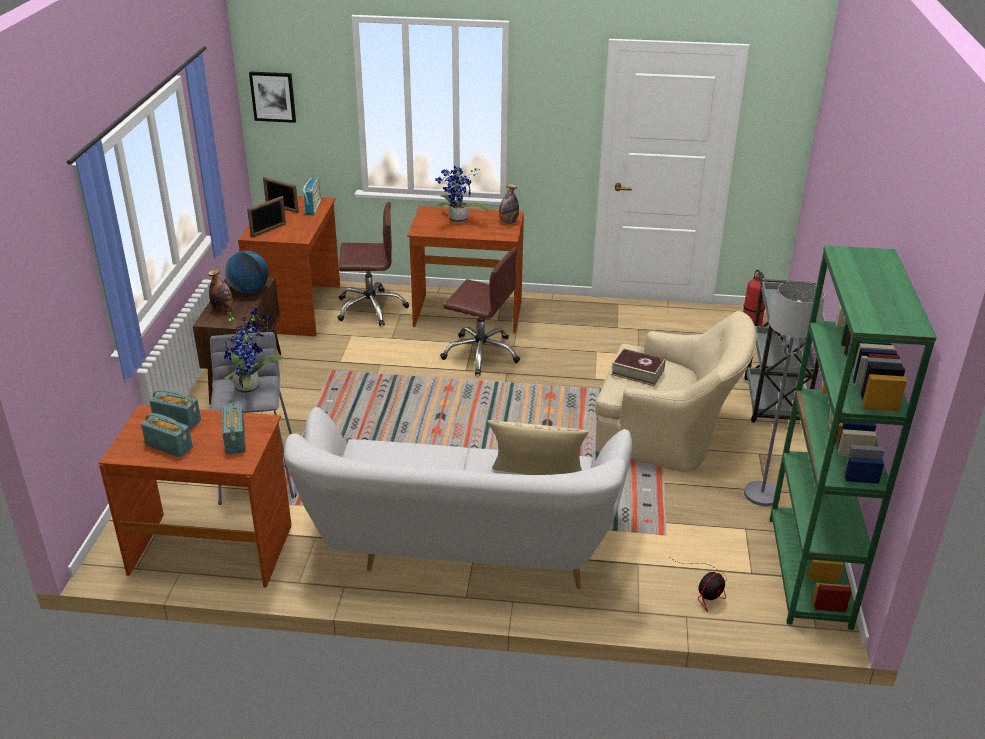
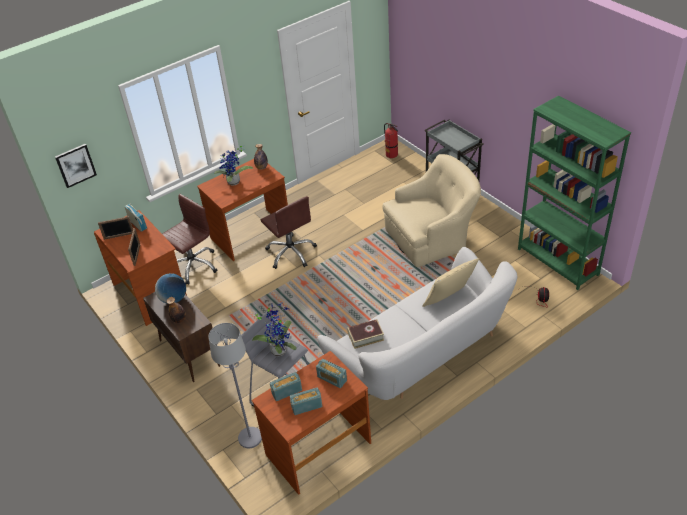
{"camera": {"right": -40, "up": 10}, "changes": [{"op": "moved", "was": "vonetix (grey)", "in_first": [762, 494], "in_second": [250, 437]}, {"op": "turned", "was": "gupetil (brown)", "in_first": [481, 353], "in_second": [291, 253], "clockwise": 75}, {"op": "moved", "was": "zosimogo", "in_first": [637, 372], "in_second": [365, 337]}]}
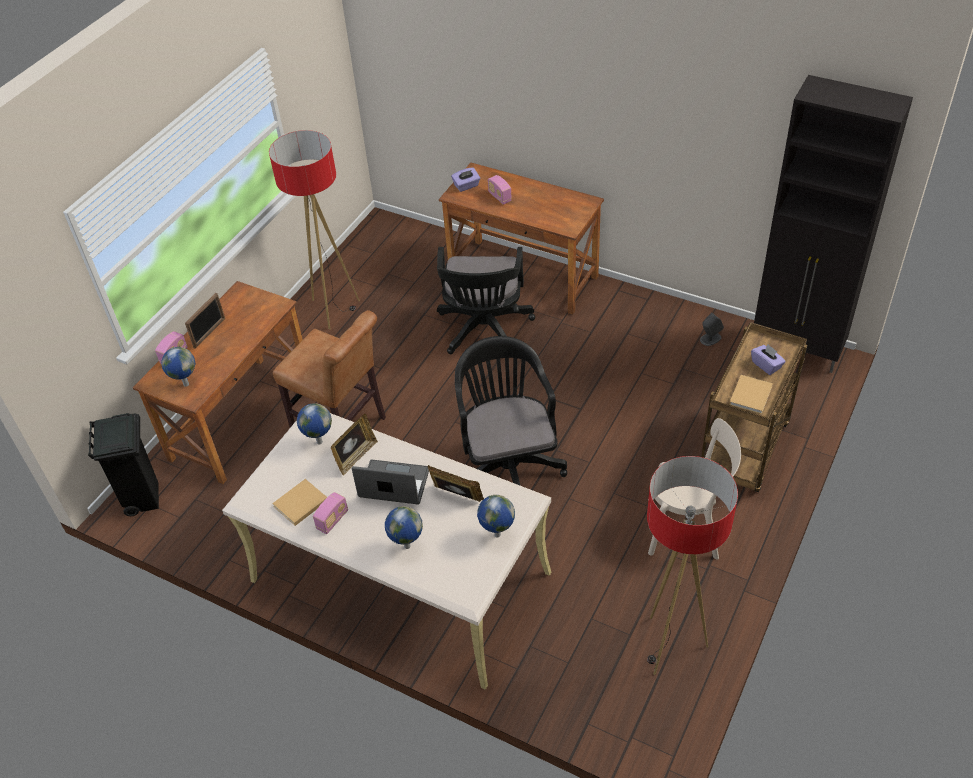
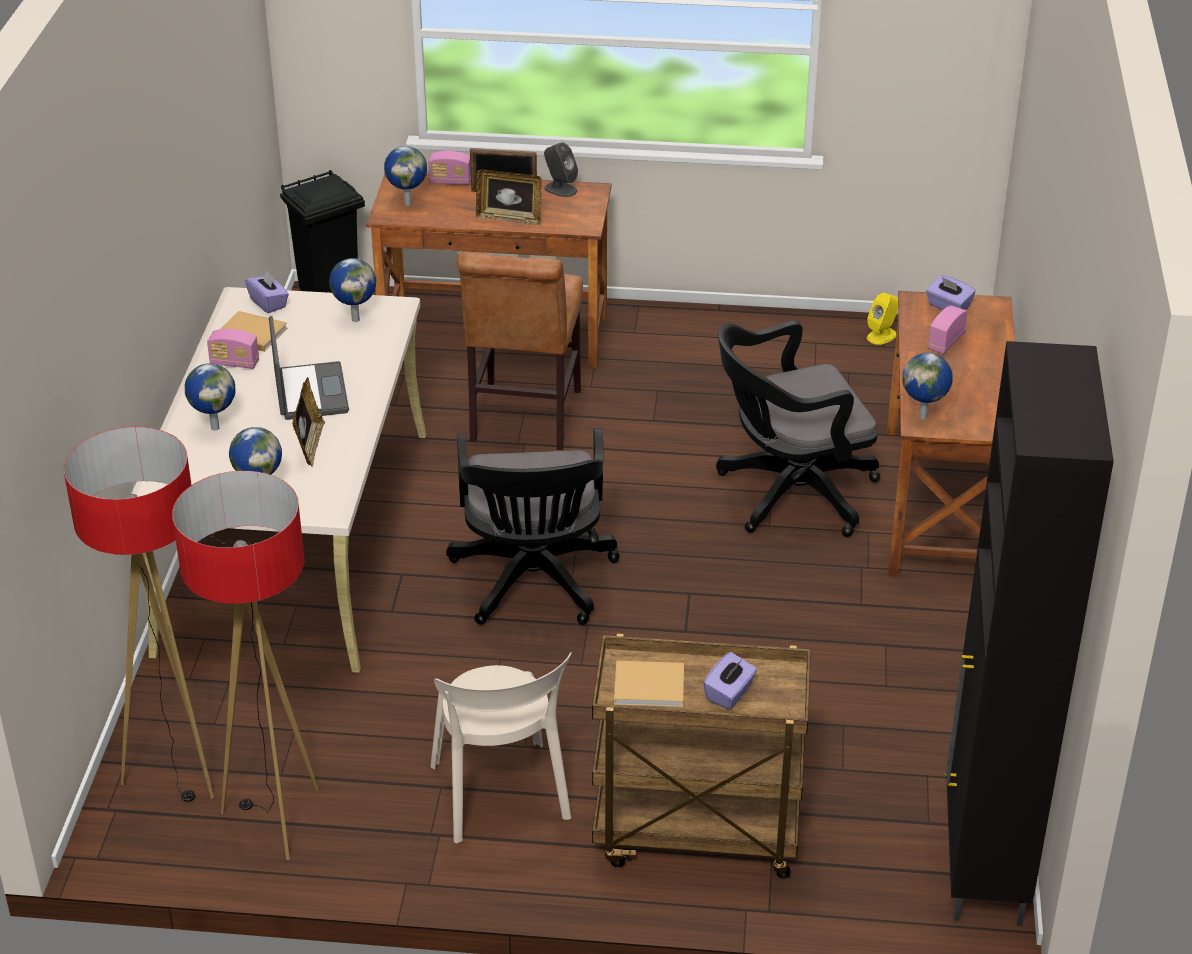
{"camera": {"right": 65, "up": -10}, "changes": [{"op": "moved", "was": "vonetix", "in_first": [334, 310], "in_second": [177, 772]}, {"op": "added", "now": "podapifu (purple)", "in_second": [268, 303]}, {"op": "turned", "was": "gupetil (black)", "in_first": [508, 465], "in_second": [533, 584], "clockwise": 120}, {"op": "moved", "was": "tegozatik", "in_first": [355, 456], "in_second": [509, 218]}, {"op": "moved", "was": "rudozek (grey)", "in_first": [710, 339], "in_second": [560, 189]}, {"op": "added", "now": "rudozek (yellow)", "in_second": [882, 336]}, {"op": "added", "now": "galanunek", "in_second": [924, 417]}]}
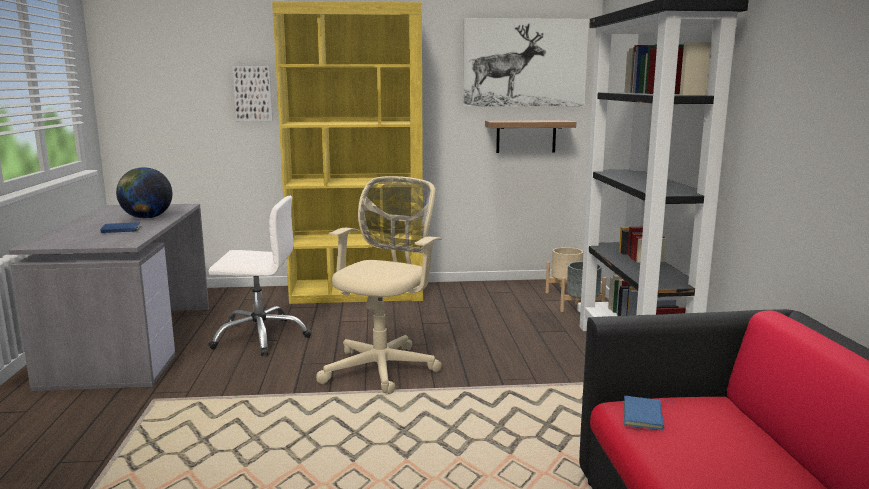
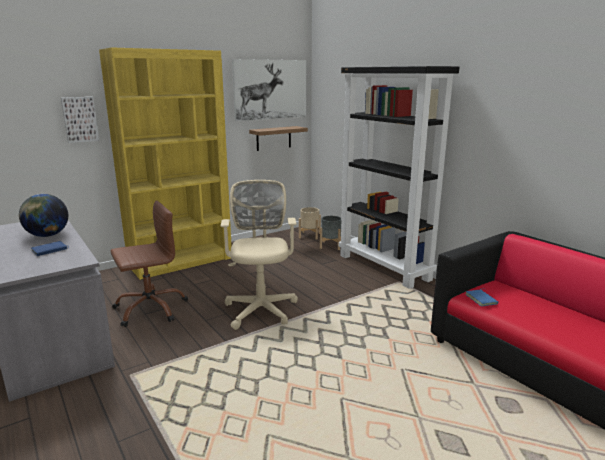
{"camera": {"right": -30, "up": 5}, "changes": [{"op": "recoloured", "was": "gupetil (white)", "now": "gupetil (brown)", "in_first": [260, 337], "in_second": [150, 308]}]}
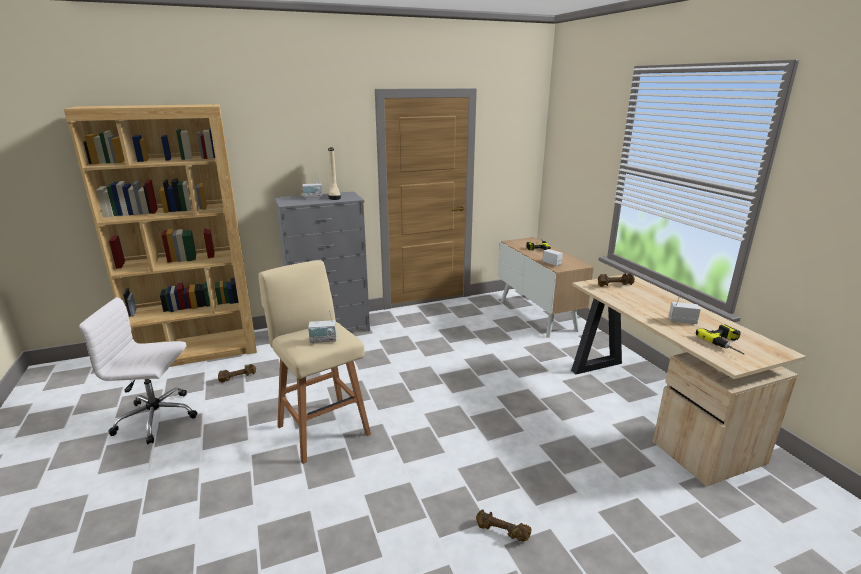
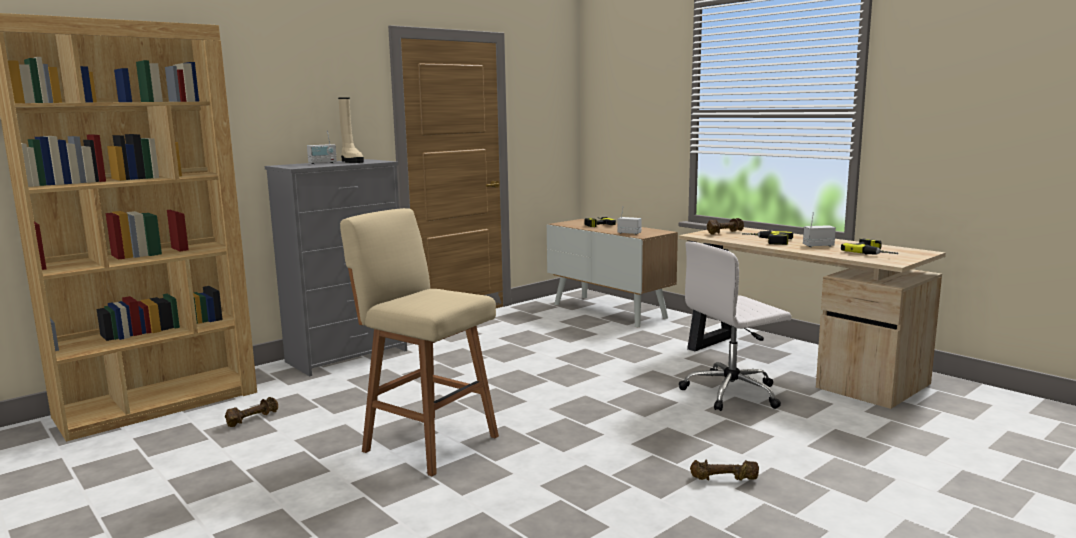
{"camera": {"right": -20, "up": -10}, "changes": [{"op": "moved", "was": "gupetil (white)", "in_first": [158, 418], "in_second": [733, 393]}, {"op": "added", "now": "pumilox", "in_second": [766, 241]}, {"op": "removed", "was": "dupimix", "in_first": [323, 340]}]}
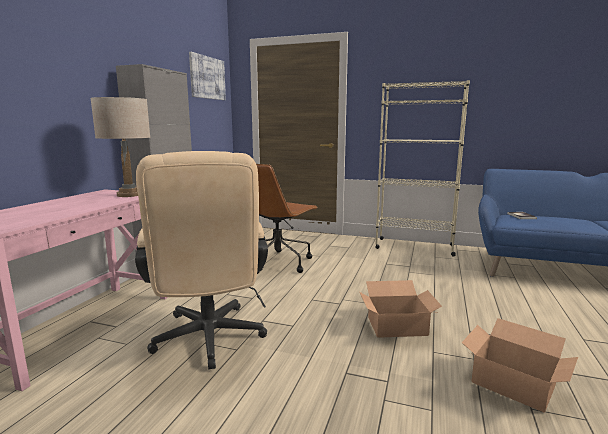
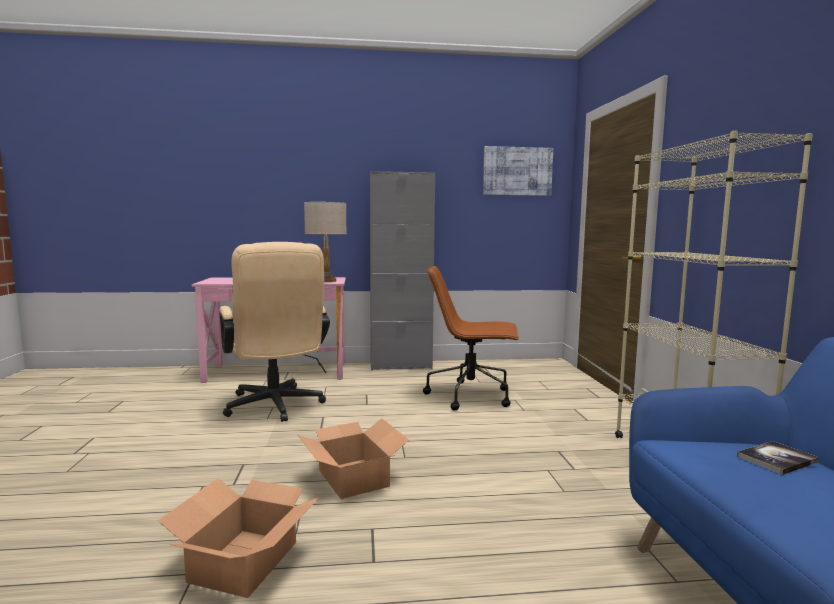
{"camera": {"right": 65, "up": -5}, "changes": [{"op": "turned", "was": "gupetil (beige)", "in_first": [209, 341], "in_second": [275, 407], "clockwise": -75}]}
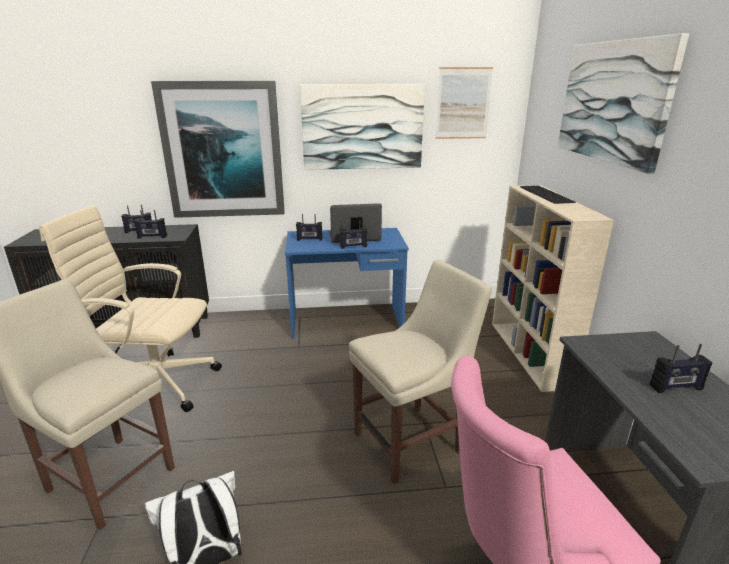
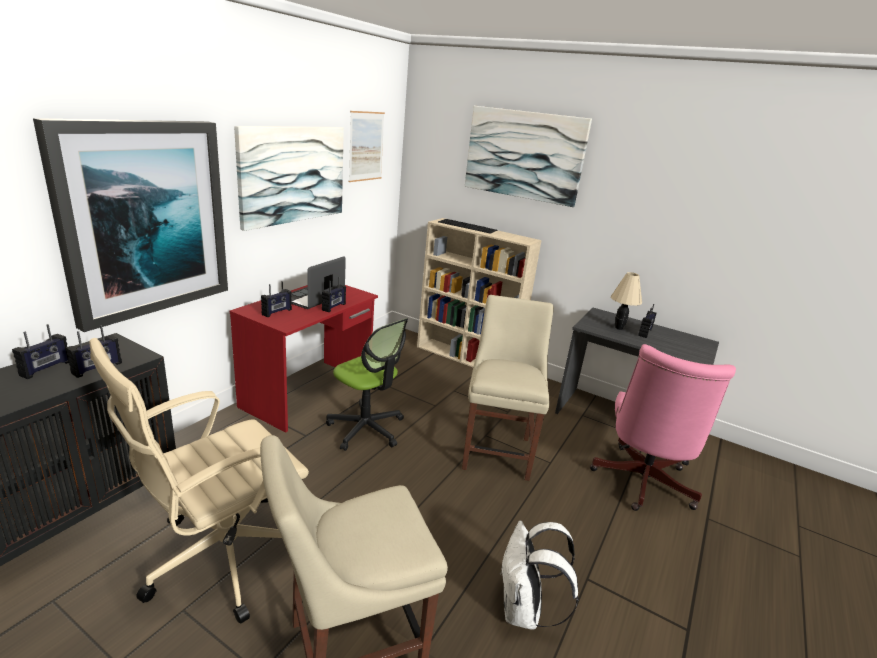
{"camera": {"right": -55, "up": 0}, "changes": [{"op": "recoloured", "was": "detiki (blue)", "now": "detiki (red)", "in_first": [346, 322], "in_second": [309, 393]}, {"op": "added", "now": "gupetil", "in_second": [366, 428]}, {"op": "added", "now": "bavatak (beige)", "in_second": [619, 328]}]}
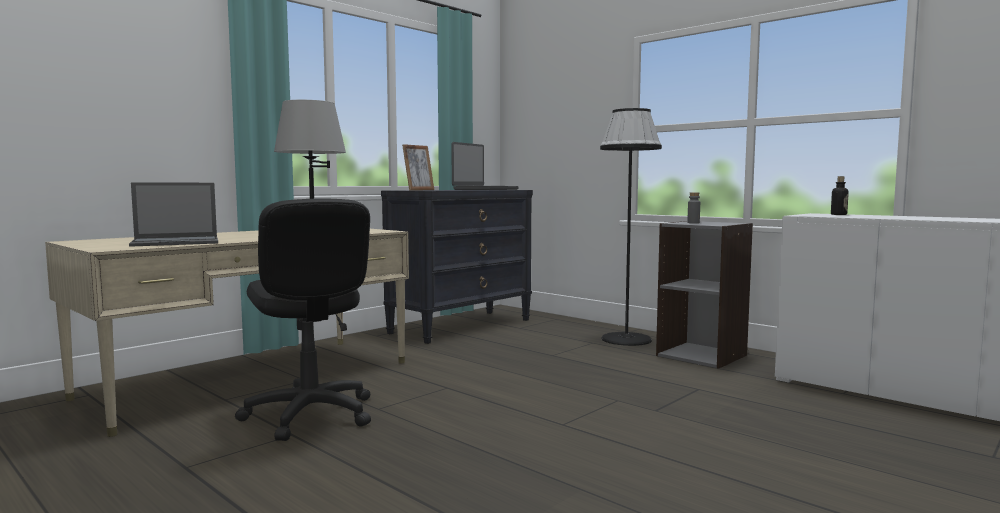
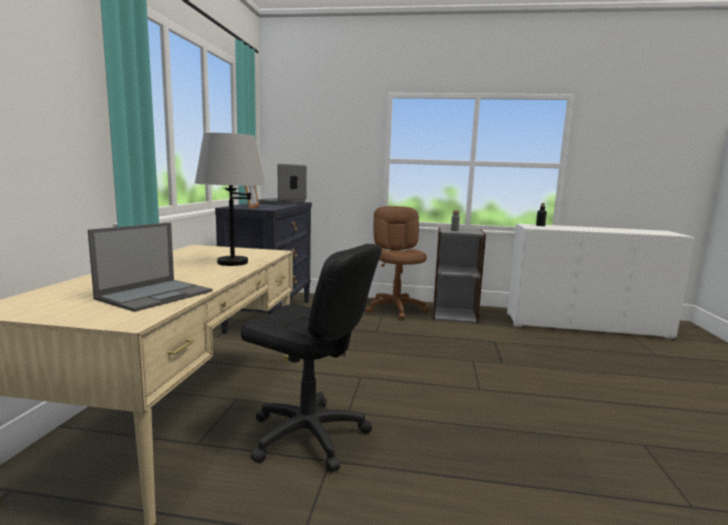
{"camera": {"right": -35, "up": 5}, "changes": [{"op": "turned", "was": "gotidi", "in_first": [485, 189], "in_second": [279, 202], "clockwise": -150}, {"op": "replaced", "was": "vonetix (black)", "now": "gupetil (brown)", "in_first": [626, 339], "in_second": [396, 309]}]}
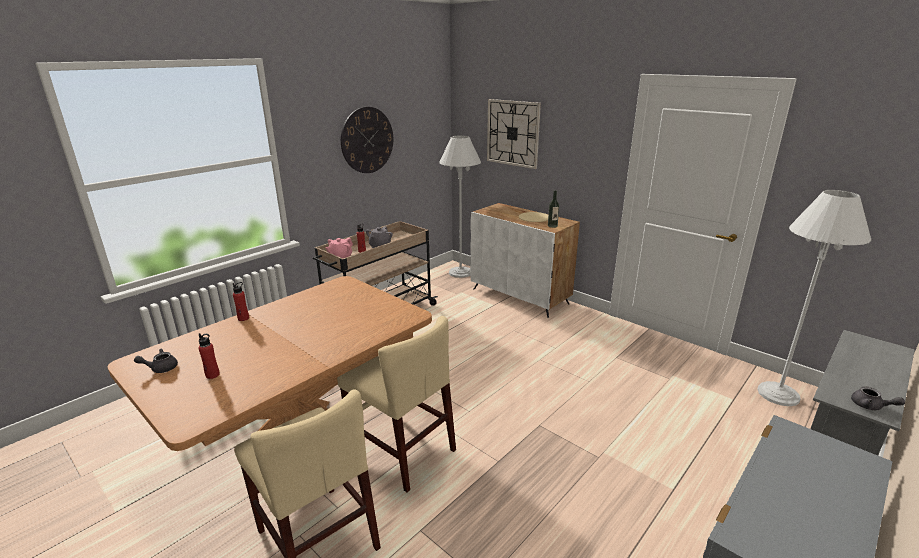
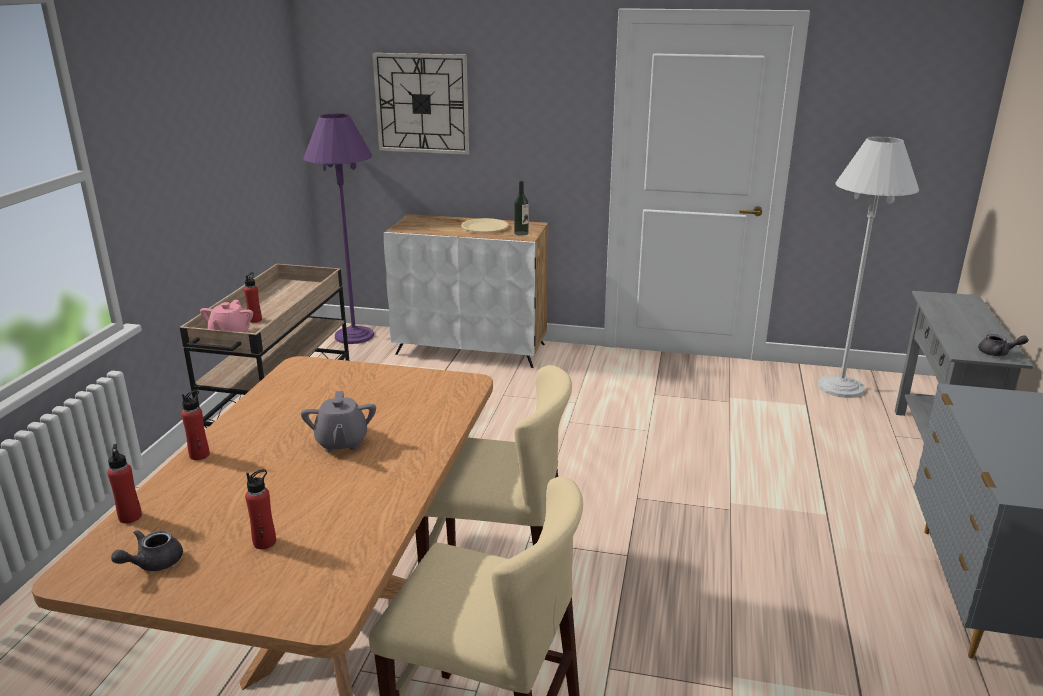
{"camera": {"right": -30, "up": 0}, "changes": [{"op": "added", "now": "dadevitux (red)", "in_second": [130, 517]}, {"op": "moved", "was": "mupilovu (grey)", "in_first": [380, 246], "in_second": [341, 442]}, {"op": "recoloured", "was": "vonetix (white)", "now": "vonetix (purple)", "in_first": [460, 272], "in_second": [354, 336]}, {"op": "removed", "was": "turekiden", "in_first": [367, 140]}]}
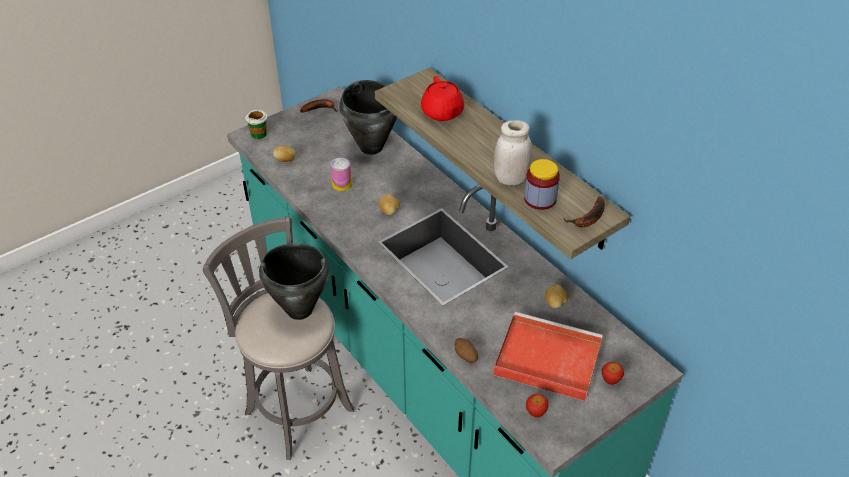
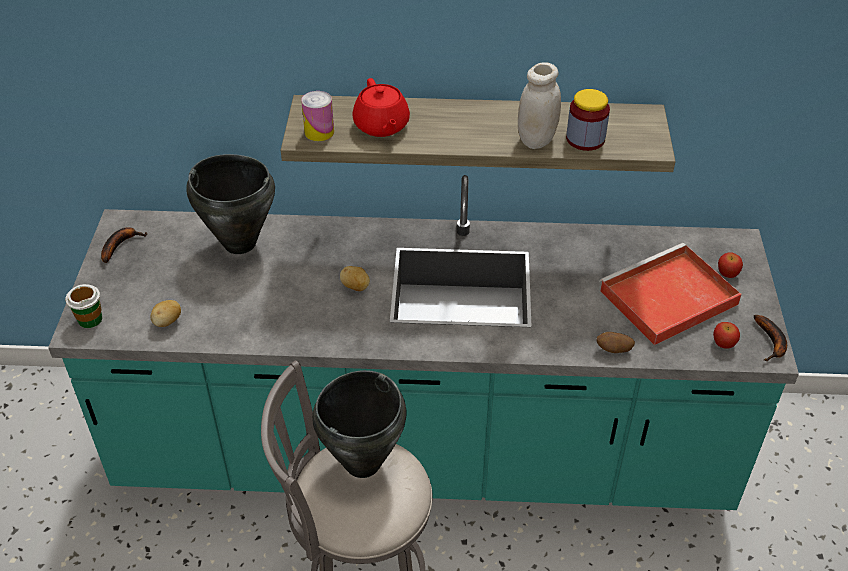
{"camera": {"right": -50, "up": 0}, "changes": [{"op": "moved", "was": "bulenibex", "in_first": [342, 184], "in_second": [319, 132]}, {"op": "turned", "was": "mupilovu (red)", "in_first": [442, 113], "in_second": [381, 126], "clockwise": 45}, {"op": "moved", "was": "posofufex", "in_first": [588, 218], "in_second": [771, 343]}, {"op": "removed", "was": "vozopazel", "in_first": [555, 303]}]}
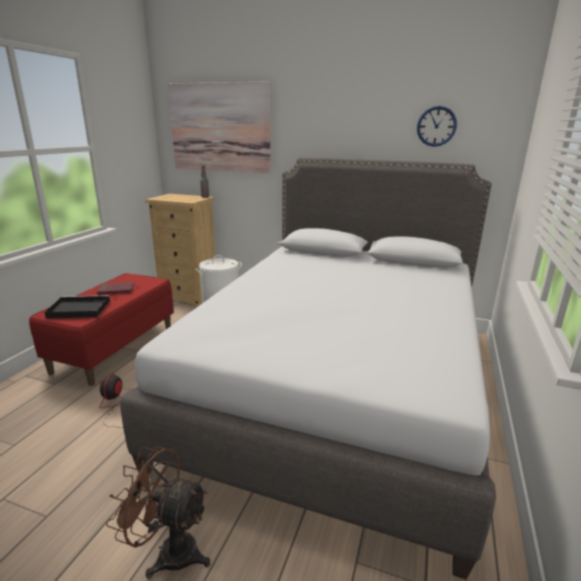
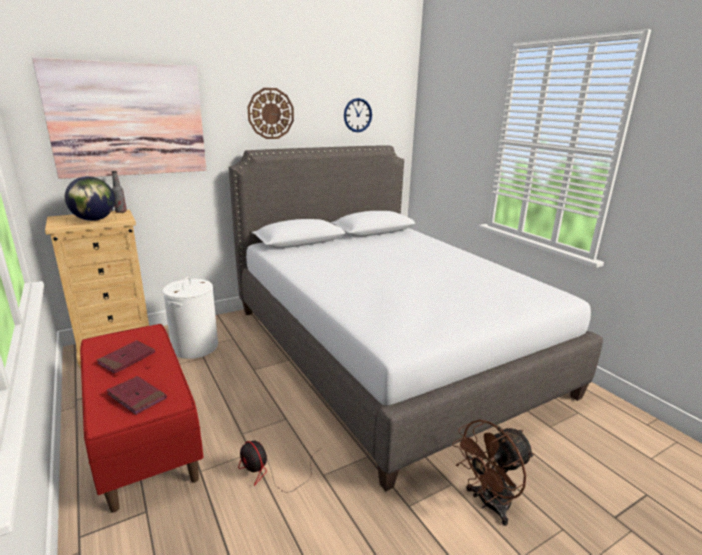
{"camera": {"right": -50, "up": 0}, "changes": [{"op": "added", "now": "galanunek", "in_second": [94, 220]}, {"op": "replaced", "was": "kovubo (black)", "now": "zosimogo (red)", "in_first": [78, 309], "in_second": [137, 397]}, {"op": "added", "now": "turekiden", "in_second": [270, 113]}]}
